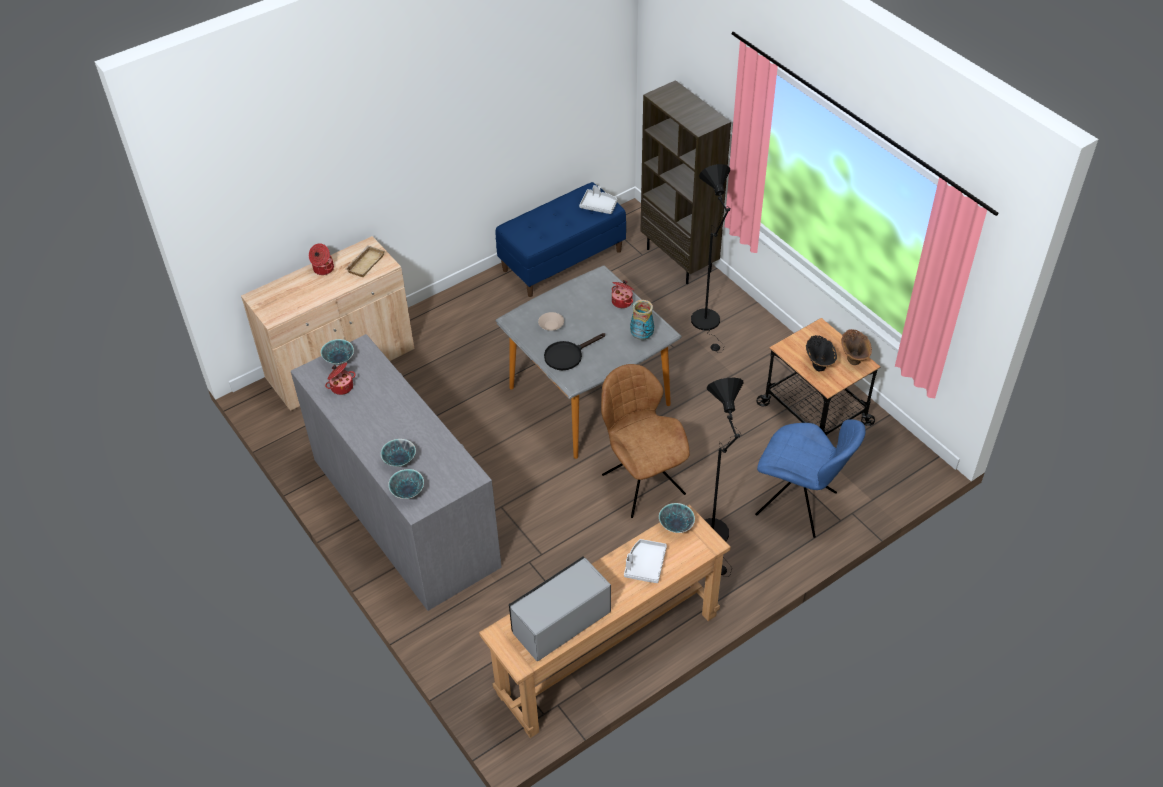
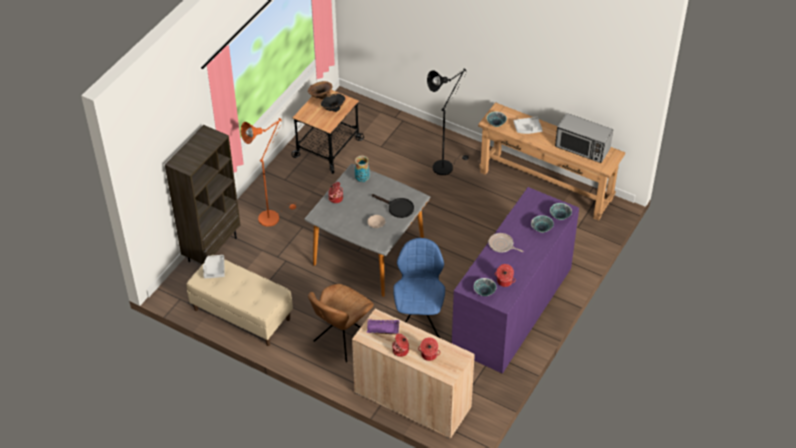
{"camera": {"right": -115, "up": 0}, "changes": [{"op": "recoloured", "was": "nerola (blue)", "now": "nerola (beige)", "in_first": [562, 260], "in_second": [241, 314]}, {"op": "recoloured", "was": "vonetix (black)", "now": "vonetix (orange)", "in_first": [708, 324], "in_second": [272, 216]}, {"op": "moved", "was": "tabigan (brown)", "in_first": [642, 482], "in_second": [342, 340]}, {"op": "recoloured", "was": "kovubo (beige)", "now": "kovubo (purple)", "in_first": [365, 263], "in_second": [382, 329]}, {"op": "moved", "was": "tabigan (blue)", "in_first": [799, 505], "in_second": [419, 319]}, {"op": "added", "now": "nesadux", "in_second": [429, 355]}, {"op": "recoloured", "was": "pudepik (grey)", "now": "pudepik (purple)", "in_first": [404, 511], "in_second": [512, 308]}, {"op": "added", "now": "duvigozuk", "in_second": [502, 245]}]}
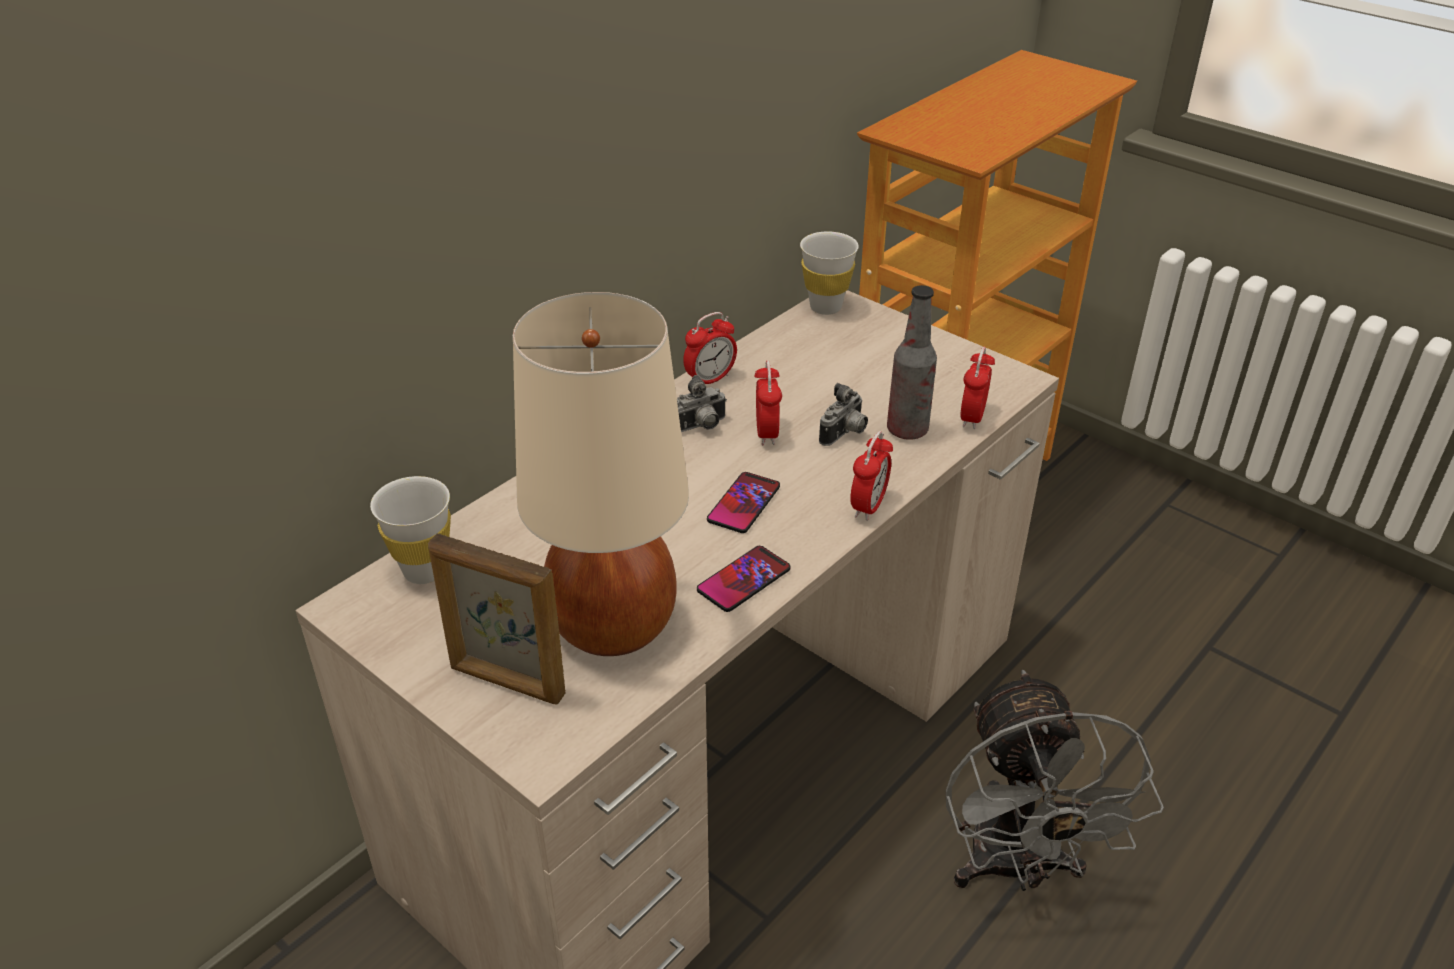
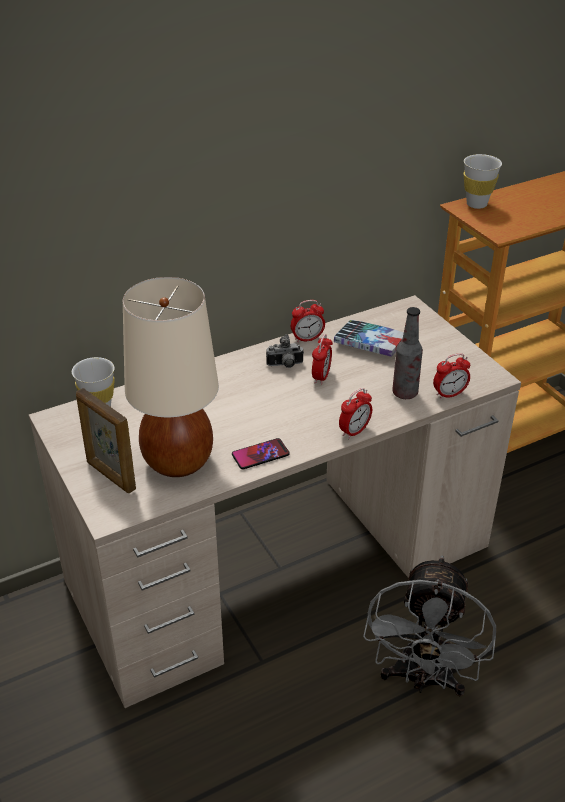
{"camera": {"right": 20, "up": 0}, "changes": [{"op": "added", "now": "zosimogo", "in_second": [369, 344]}, {"op": "turned", "was": "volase", "in_first": [972, 417], "in_second": [449, 394], "clockwise": -150}, {"op": "moved", "was": "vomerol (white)", "in_first": [825, 307], "in_second": [476, 204]}, {"op": "removed", "was": "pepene", "in_first": [744, 504]}, {"op": "removed", "was": "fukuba", "in_first": [845, 434]}]}
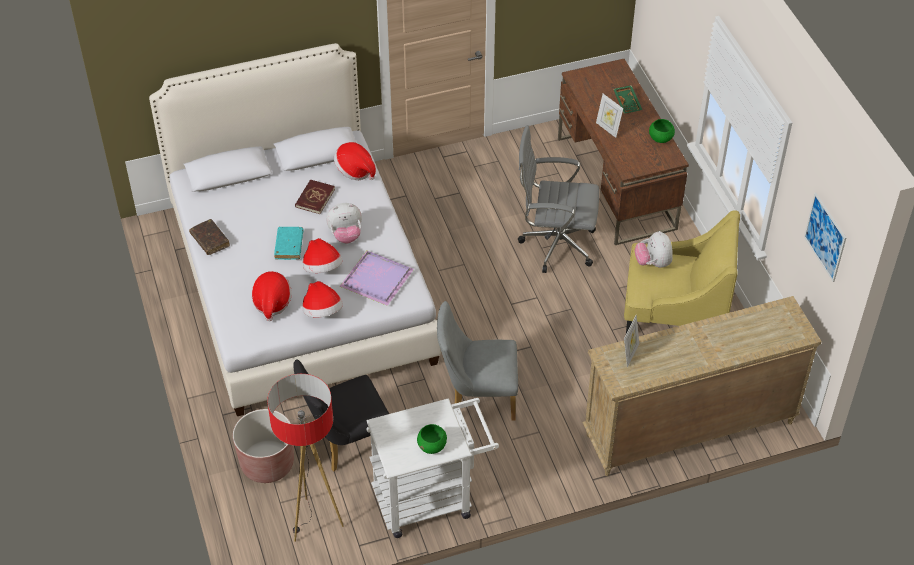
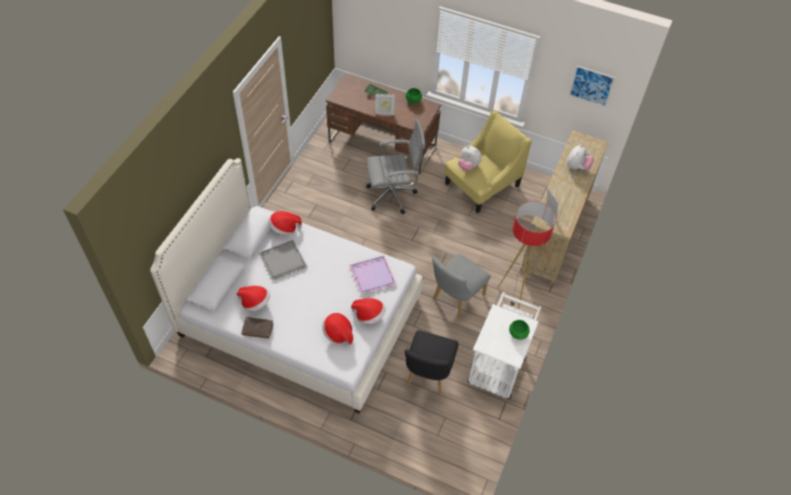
{"camera": {"right": -50, "up": 5}, "changes": [{"op": "moved", "was": "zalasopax", "in_first": [322, 268], "in_second": [255, 303]}, {"op": "replaced", "was": "zosimogo (red)", "now": "kovubo (grey)", "in_first": [315, 198], "in_second": [283, 260]}, {"op": "turned", "was": "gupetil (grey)", "in_first": [554, 244], "in_second": [393, 195], "clockwise": -150}, {"op": "moved", "was": "vonetix", "in_first": [314, 522], "in_second": [514, 294]}, {"op": "moved", "was": "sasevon", "in_first": [346, 235], "in_second": [577, 167]}, {"op": "removed", "was": "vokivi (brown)", "in_first": [267, 463]}, {"op": "removed", "was": "zosimogo (turquoise)", "in_first": [289, 246]}]}
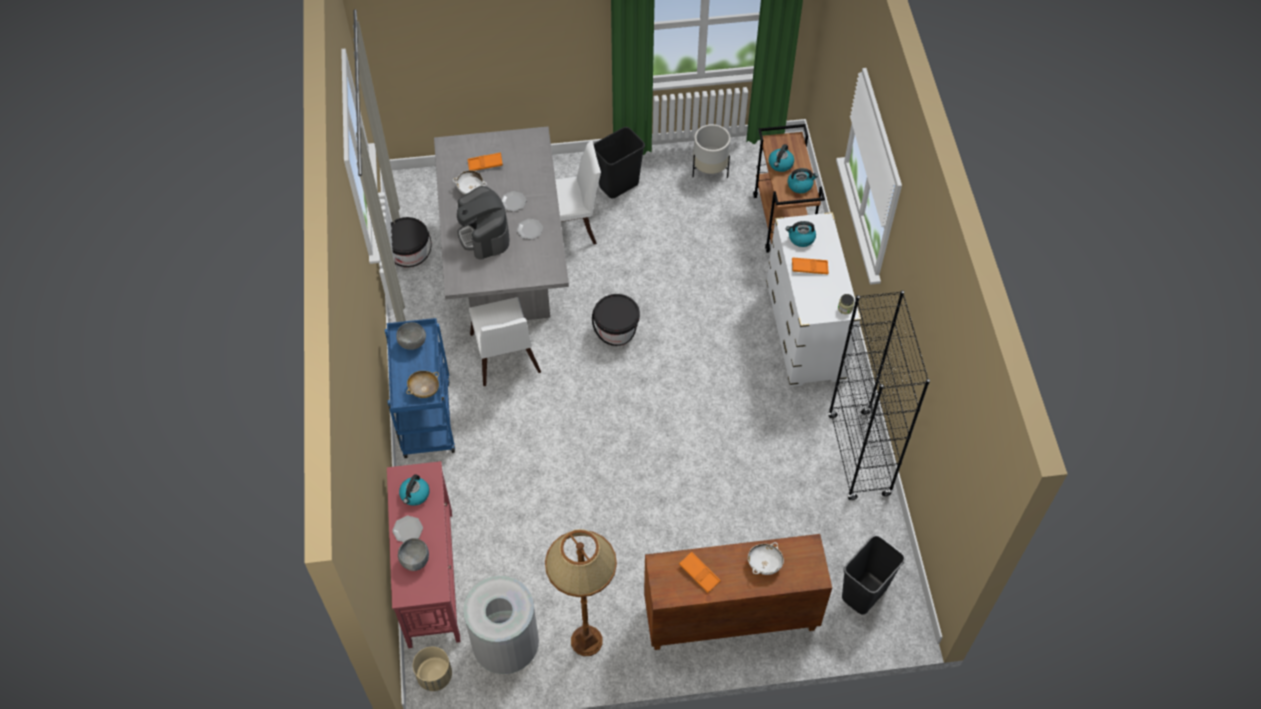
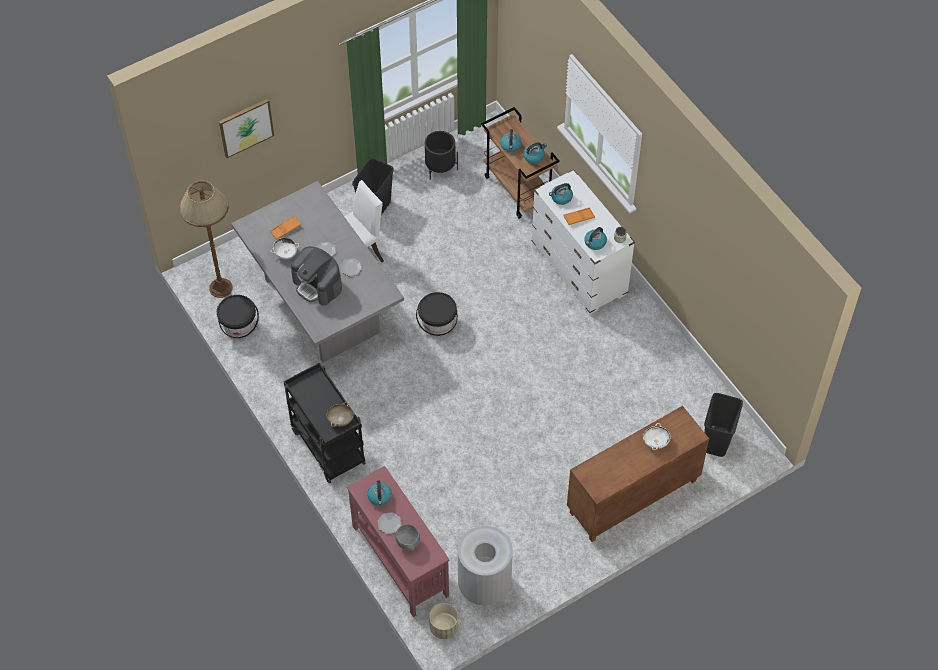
{"camera": {"right": -25, "up": 0}, "changes": [{"op": "moved", "was": "vonetix (brown)", "in_first": [586, 641], "in_second": [220, 288]}, {"op": "added", "now": "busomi", "in_second": [246, 127]}, {"op": "recoloured", "was": "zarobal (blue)", "now": "zarobal (black)", "in_first": [425, 416], "in_second": [326, 446]}, {"op": "recoloured", "was": "vokivi (white)", "now": "vokivi (black)", "in_first": [710, 169], "in_second": [440, 168]}, {"op": "added", "now": "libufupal", "in_second": [595, 243]}, {"op": "removed", "was": "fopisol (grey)", "in_first": [413, 343]}, {"op": "removed", "was": "tabigan (white)", "in_first": [505, 358]}, {"op": "removed", "was": "kovubo (orange)", "in_first": [699, 573]}, {"op": "removed", "was": "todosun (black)", "in_first": [858, 456]}]}
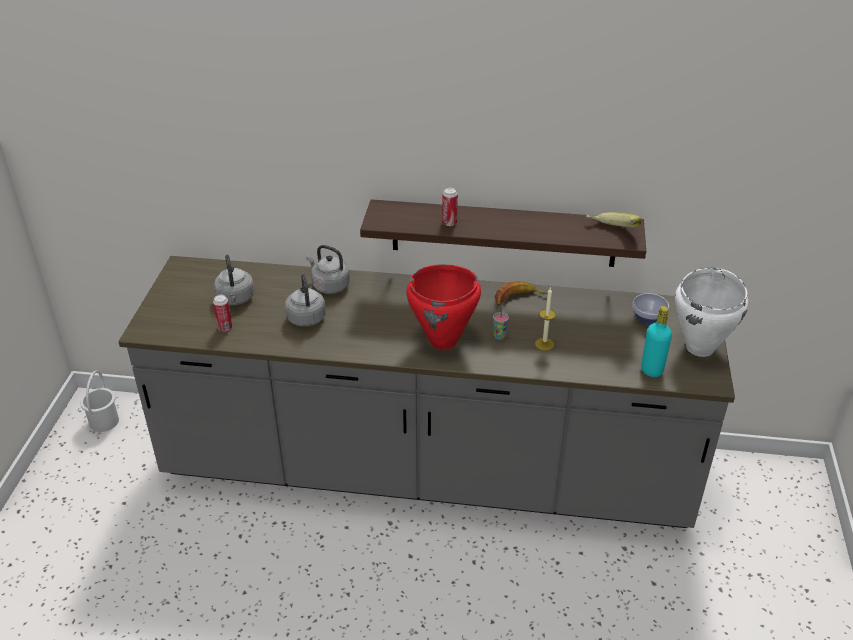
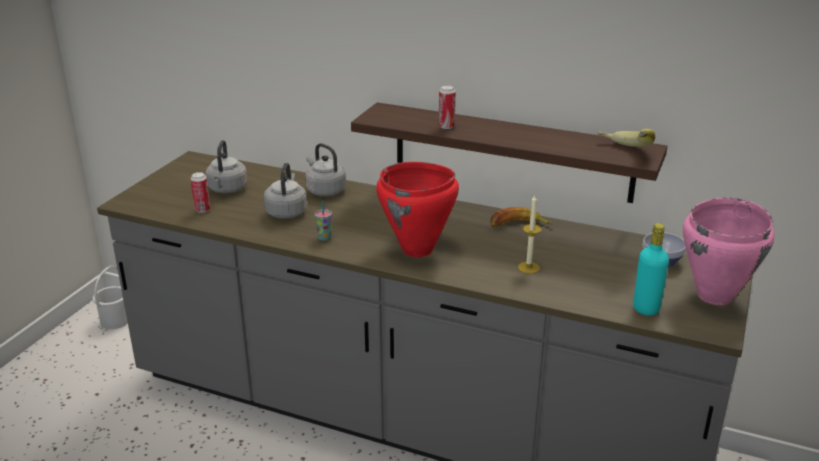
{"camera": {"right": 15, "up": -10}, "changes": [{"op": "moved", "was": "vomerol", "in_first": [499, 336], "in_second": [324, 237]}, {"op": "recoloured", "was": "nesadux (white)", "now": "nesadux (pink)", "in_first": [700, 347], "in_second": [715, 296]}]}
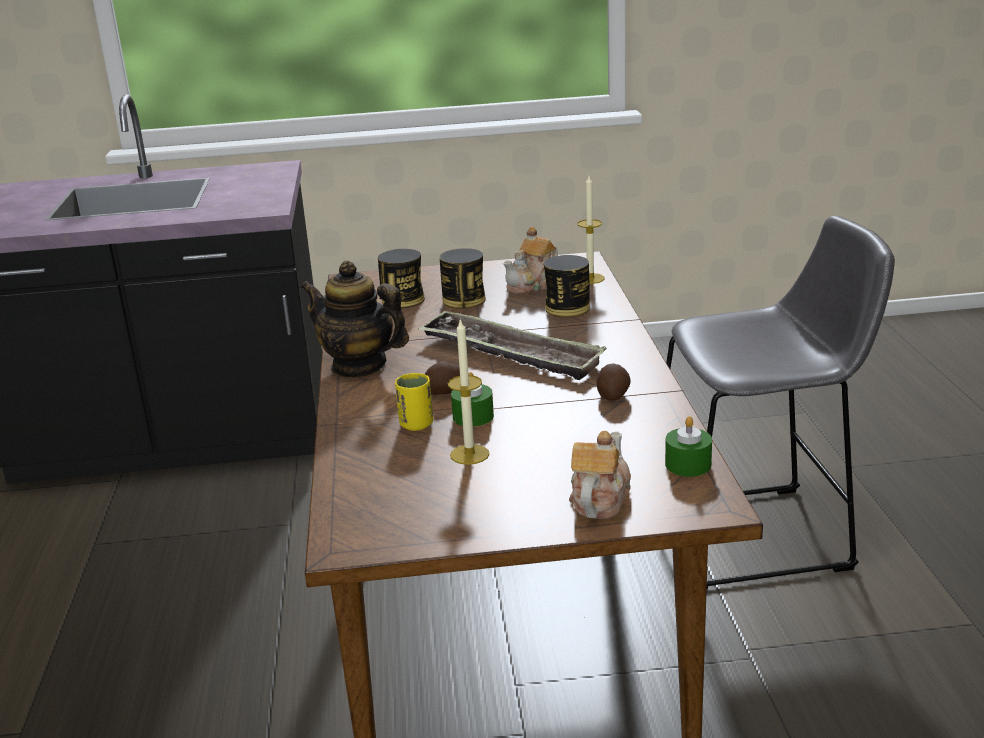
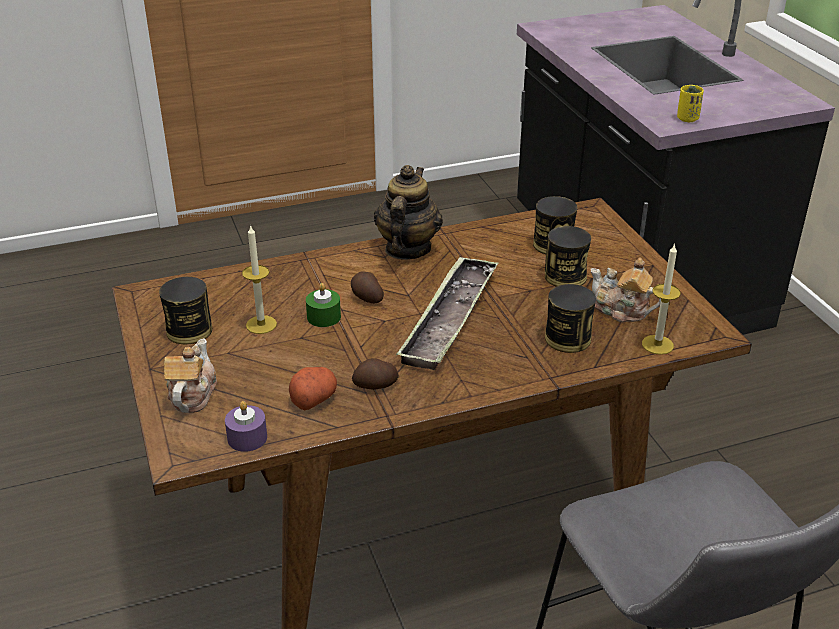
{"camera": {"right": 75, "up": 10}, "changes": [{"op": "added", "now": "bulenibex", "in_second": [189, 330]}, {"op": "turned", "was": "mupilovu", "in_first": [599, 499], "in_second": [192, 395], "clockwise": -90}, {"op": "recoloured", "was": "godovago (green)", "now": "godovago (purple)", "in_first": [688, 465], "in_second": [247, 438]}, {"op": "added", "now": "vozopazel", "in_second": [313, 398]}, {"op": "moved", "was": "vomerol (yellow)", "in_first": [416, 424], "in_second": [687, 119]}]}
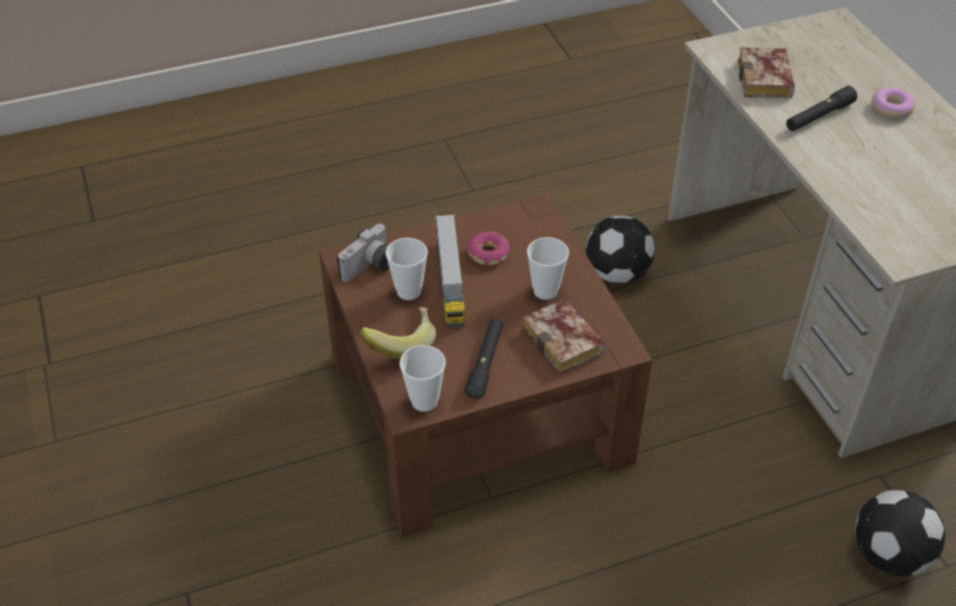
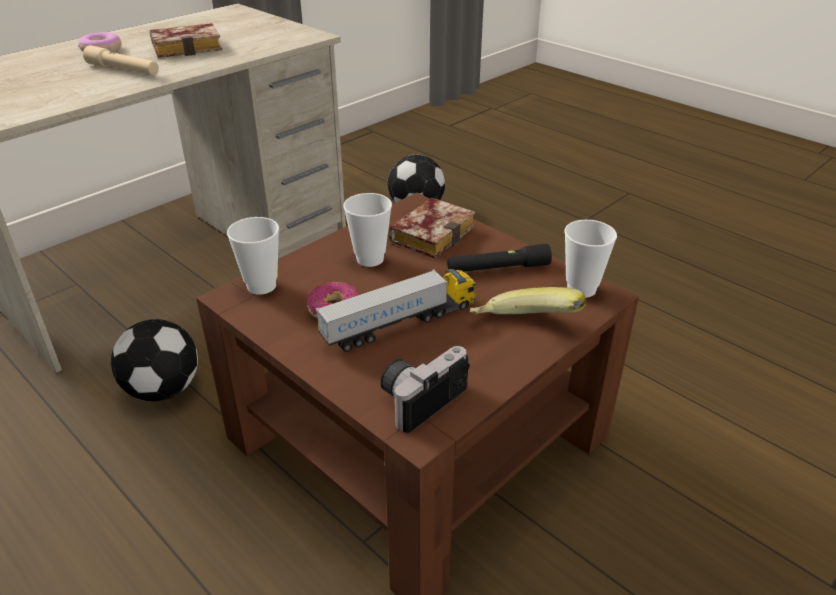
{"camera": {"right": -115, "up": -10}, "changes": [{"op": "recoloured", "was": "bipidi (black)", "now": "bipidi (beige)", "in_first": [819, 116], "in_second": [123, 70]}, {"op": "moved", "was": "zosimogo", "in_first": [766, 81], "in_second": [189, 47]}, {"op": "moved", "was": "vomerol", "in_first": [409, 291], "in_second": [261, 286]}, {"op": "turned", "was": "fukuba", "in_first": [371, 267], "in_second": [420, 397], "clockwise": -60}]}
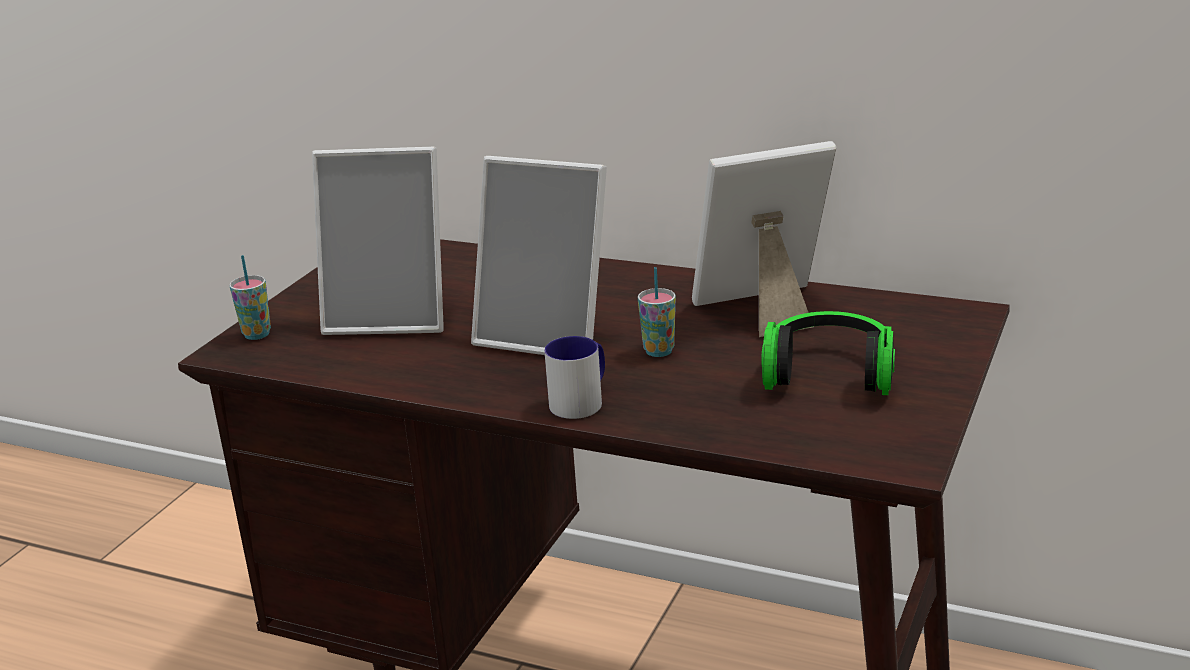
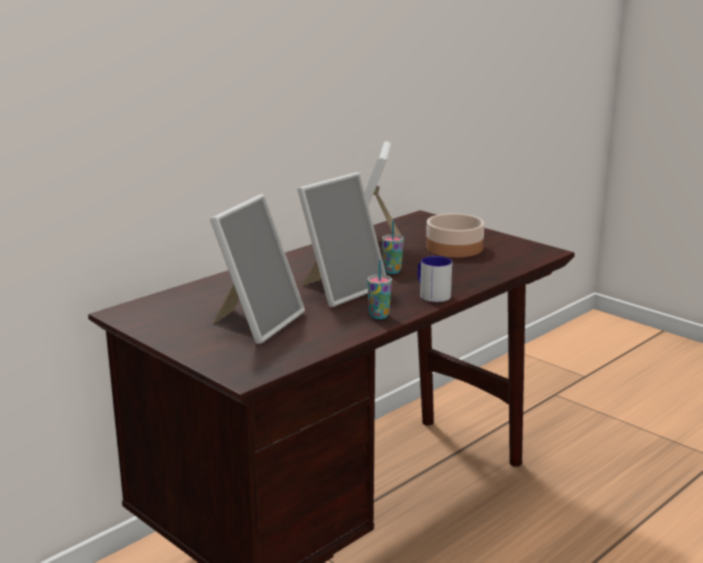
{"camera": {"right": -70, "up": -5}, "changes": [{"op": "moved", "was": "vomerol", "in_first": [257, 334], "in_second": [379, 316]}, {"op": "replaced", "was": "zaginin", "now": "fopisol", "in_first": [829, 373], "in_second": [454, 247]}]}
